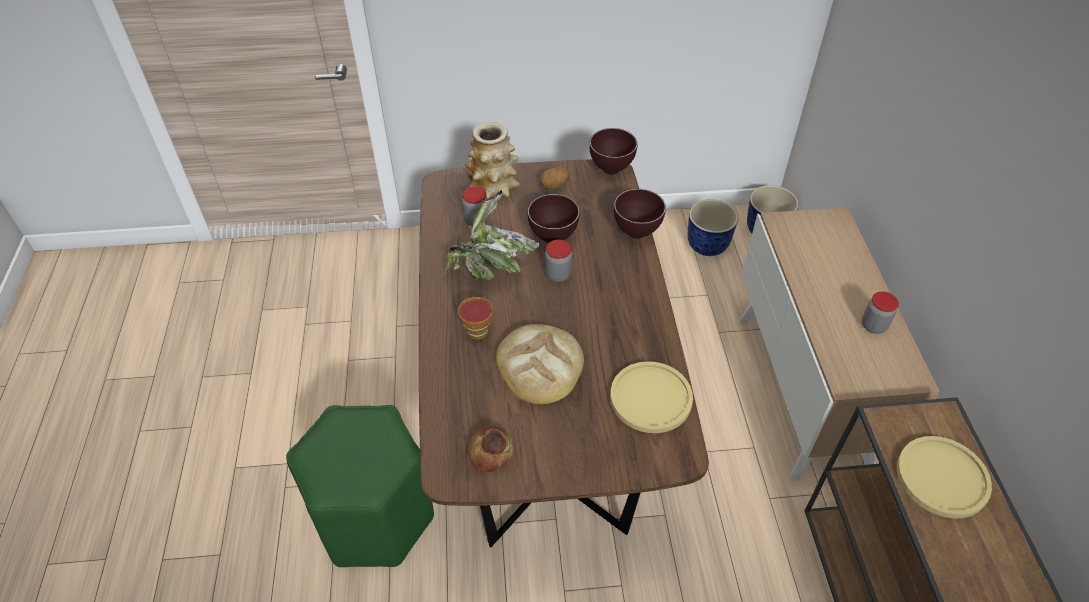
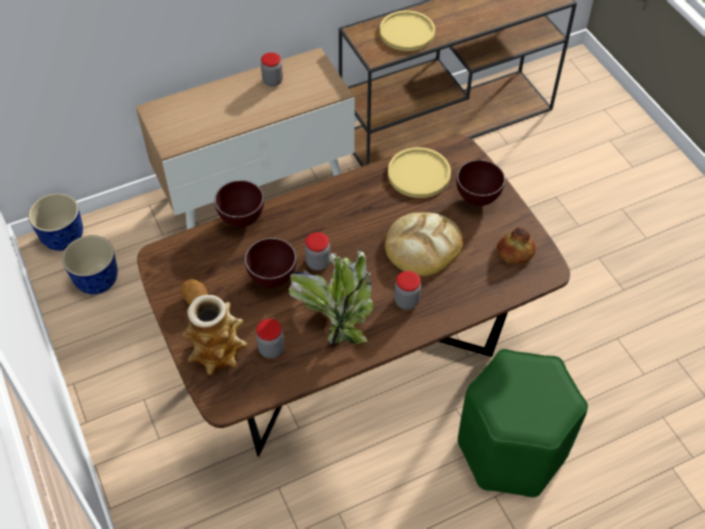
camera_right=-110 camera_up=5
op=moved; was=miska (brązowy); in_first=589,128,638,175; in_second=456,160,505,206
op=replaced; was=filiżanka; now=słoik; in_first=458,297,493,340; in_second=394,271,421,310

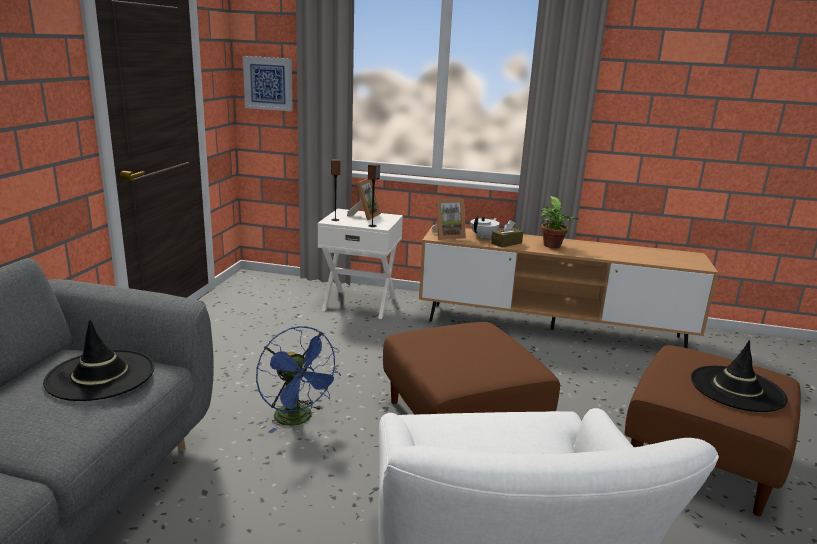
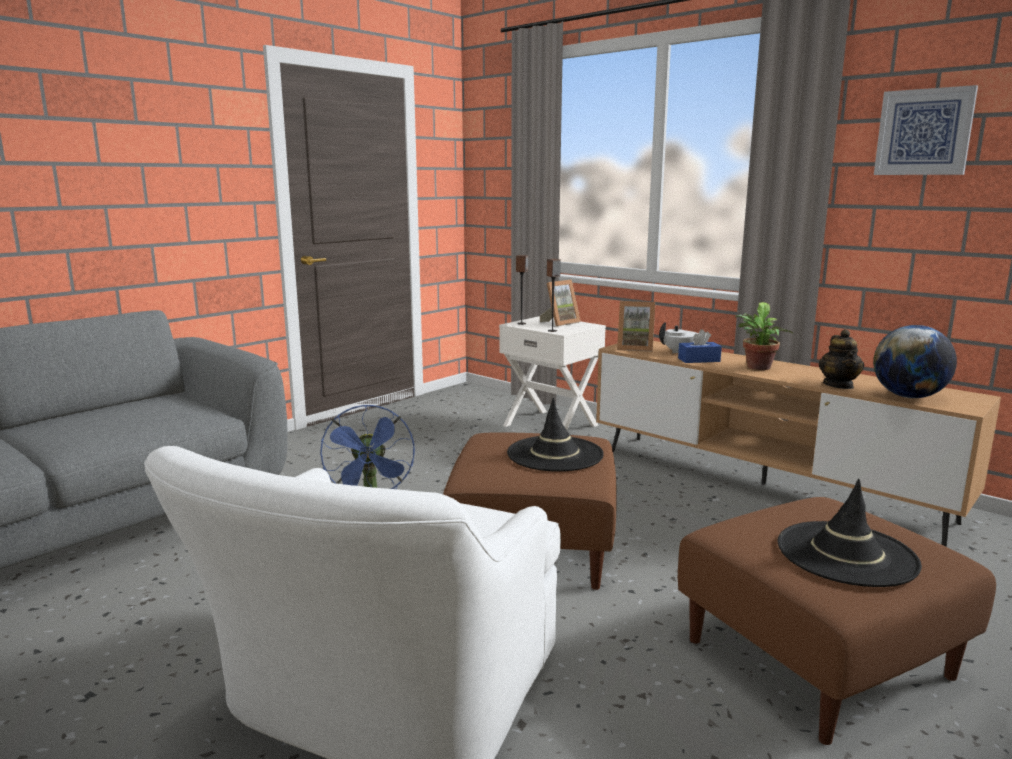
camera_right=30 camera_up=-5
op=added; now=imbryk; in_second=818,329,864,389
op=added; now=globus; in_second=873,325,957,398
op=moved; was=kapelusz (czarny); in_first=43,320,155,401; in_second=507,398,604,472
op=moved; was=obraz; in_first=243,56,293,111; in_second=874,85,978,175
op=recoloured; was=pudełko chusteczek (brązowy); now=pudełko chusteczek (niebieski); in_first=491,220,523,248; in_second=678,329,722,363

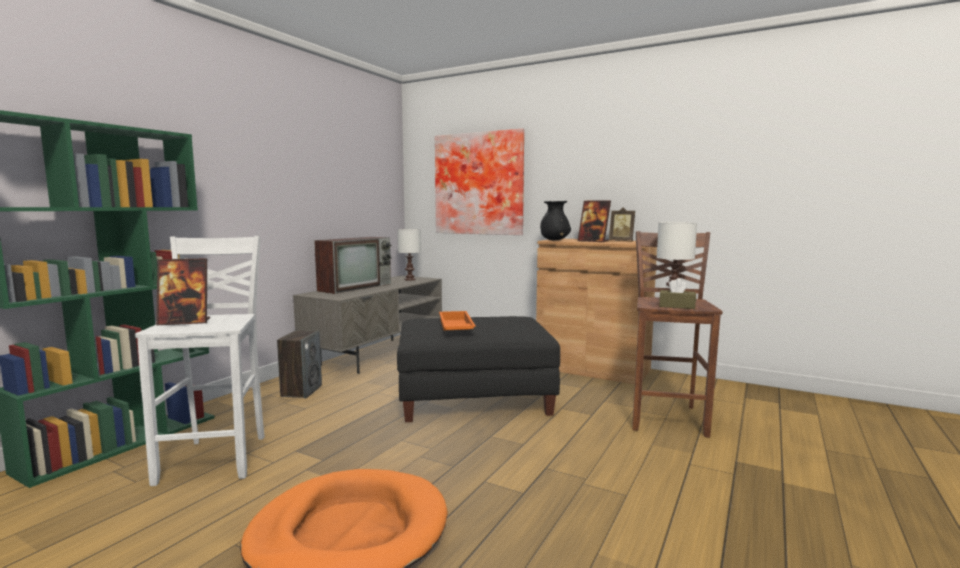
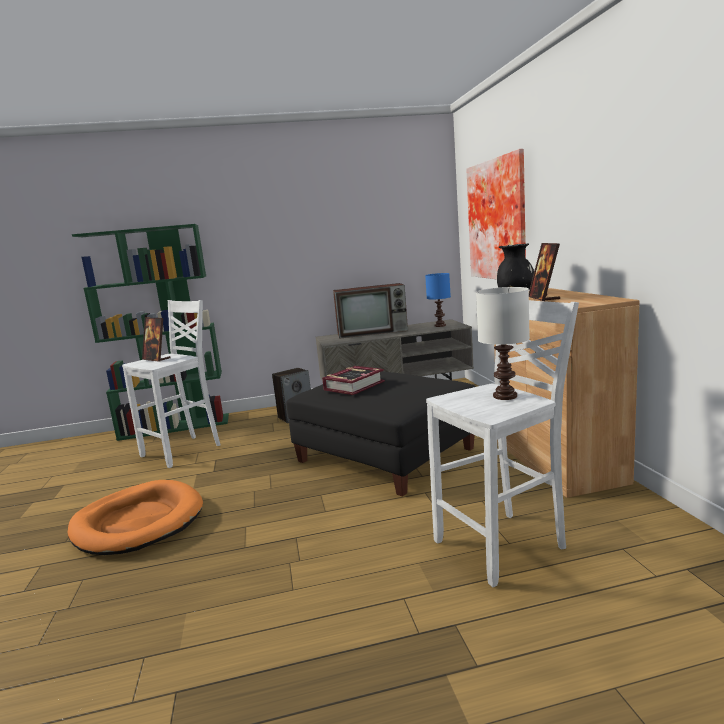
camera_right=50 camera_up=5
op=removed; was=ramka na zdjęcie; in_first=609,207,635,241
op=removed; was=pudełko chusteczek (brązowy); in_first=659,278,696,309
op=replaced; was=taca (pomarańczowy); now=książka; in_first=439,311,476,330; in_second=322,366,385,395
op=recoloured; was=lampa stołowa (biały); now=lampa stołowa (niebieski); in_first=397,229,421,280; in_second=425,273,451,327
op=recoloured; was=stołek (brązowy); now=stołek (biały); in_first=632,231,722,438; in_second=426,300,579,587

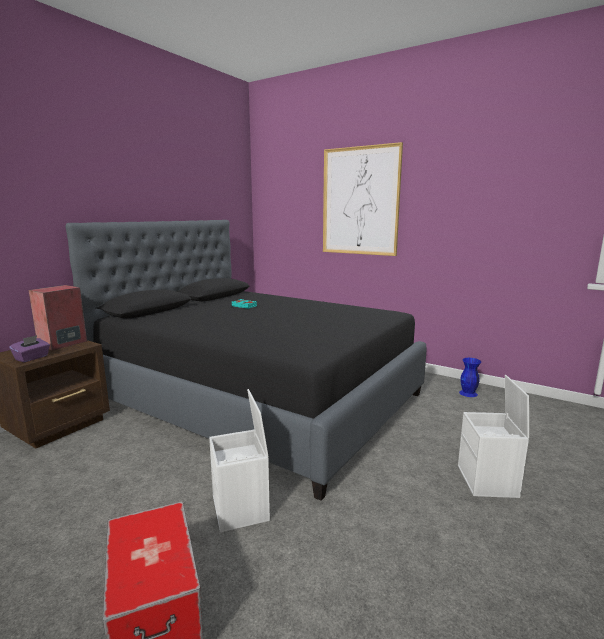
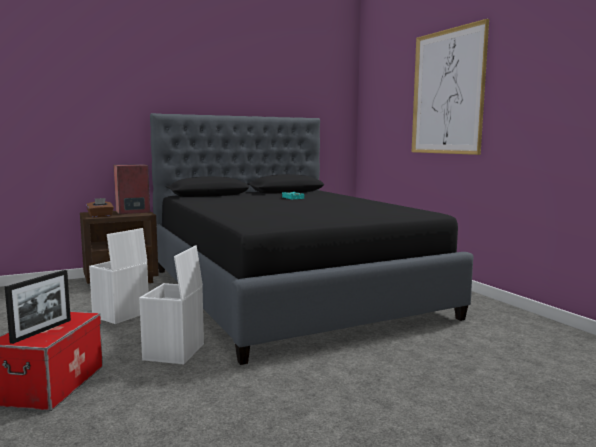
camera_right=30 camera_up=-5
op=removed; was=wazon (niebieski); in_first=459,358,481,397
op=added; now=ramka na zdjęcie; in_second=5,270,71,344
op=moved; was=pojemnik do przechowywania (biały); in_first=458,375,529,498; in_second=89,228,149,324
op=recoloured; was=pudełko chusteczek (fioletowy); now=pudełko chusteczek (brązowy); in_first=9,335,50,362; in_second=86,198,114,217

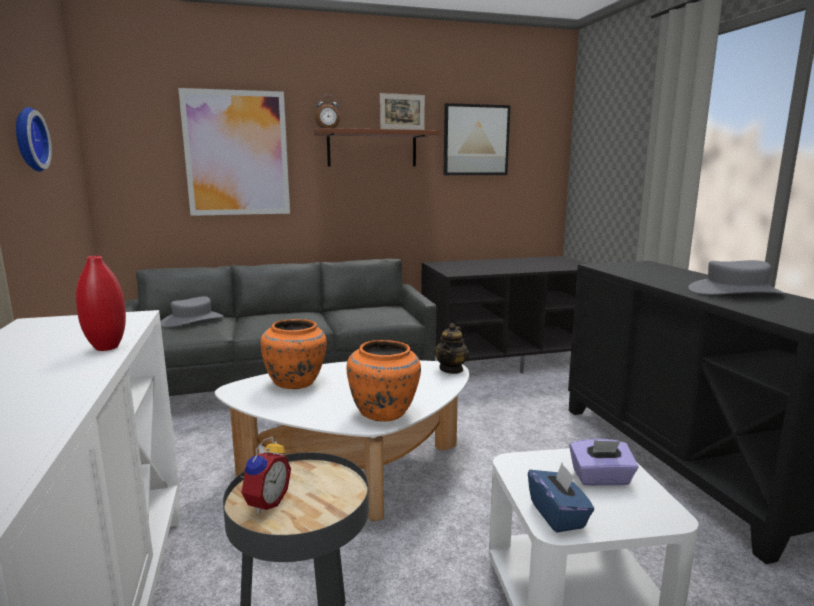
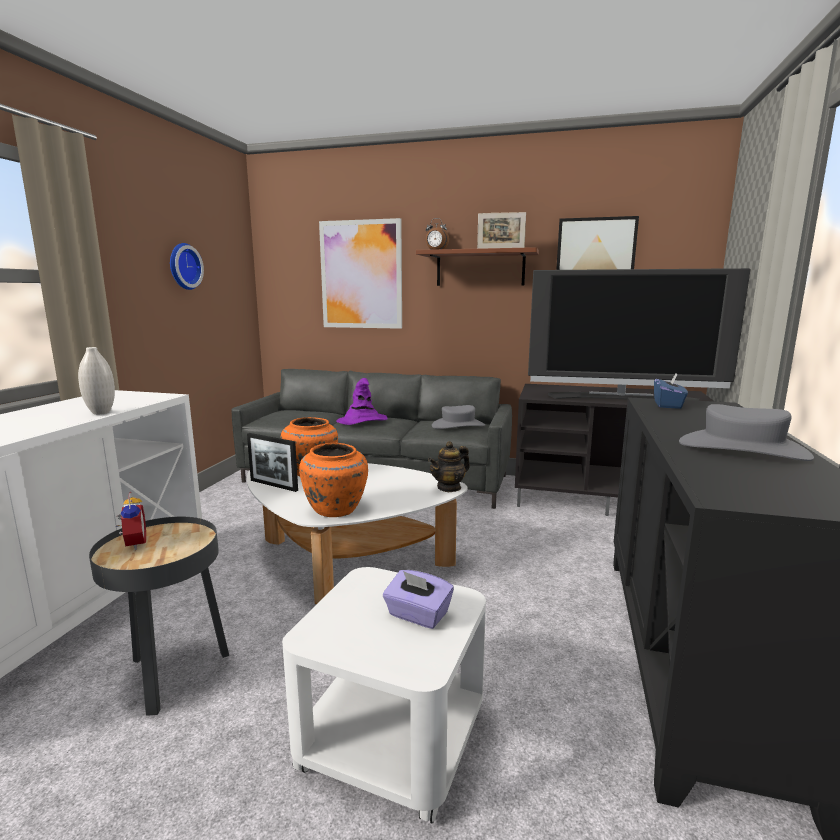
camera_right=30 camera_up=0
op=added; now=ramka na zdjęcie; in_second=247,433,298,492
op=added; now=kapelusz (fioletowy); in_second=336,378,388,425
op=added; now=telewizor; in_second=528,268,751,401
op=moved; was=kapelusz (szary); in_first=161,296,224,327; in_second=432,405,485,429
op=moved; was=pudełko chusteczek (niebieski); in_first=528,463,594,532; in_second=654,373,688,409
op=recoloured; was=wazon (czerwony); now=wazon (biały); in_first=76,256,126,351; in_second=78,347,115,415
op=turned; was=budzik; in_first=240,436,291,514; in_second=116,492,146,550; clockwise=-75

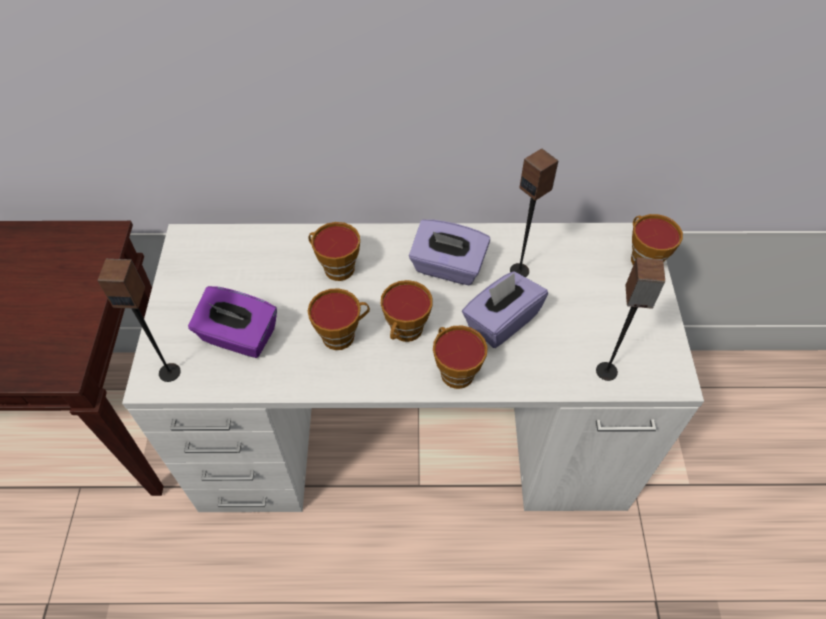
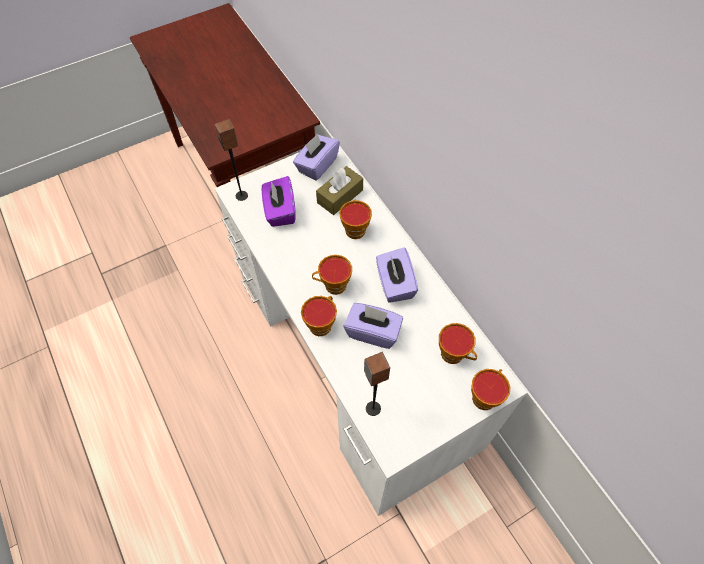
camera_right=60 camera_up=5
op=removed; was=głośnik; in_first=510,149,559,277
op=added; now=pudełko chusteczek (fioletowy); in_second=293,134,340,181
op=added; now=pudełko chusteczek (brązowy); in_second=316,166,363,215
op=moved; was=filiżanka; in_first=308,288,370,350; in_second=439,323,477,364

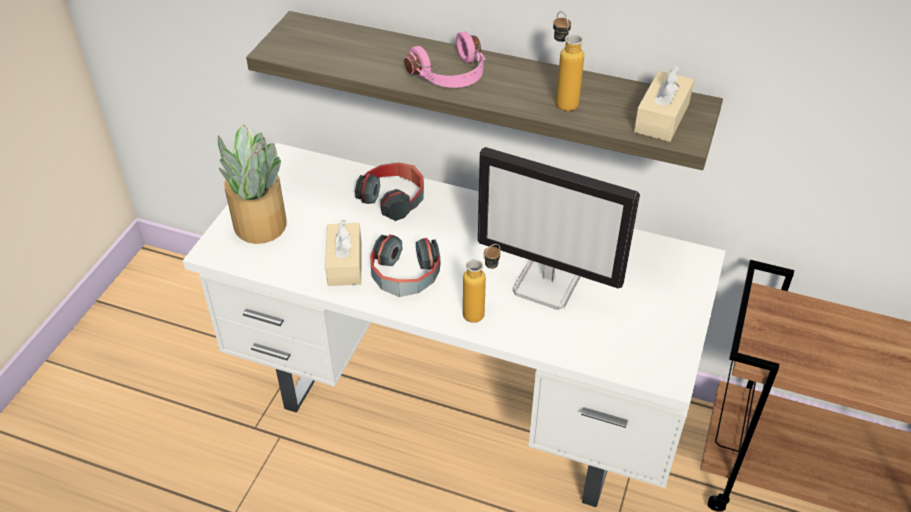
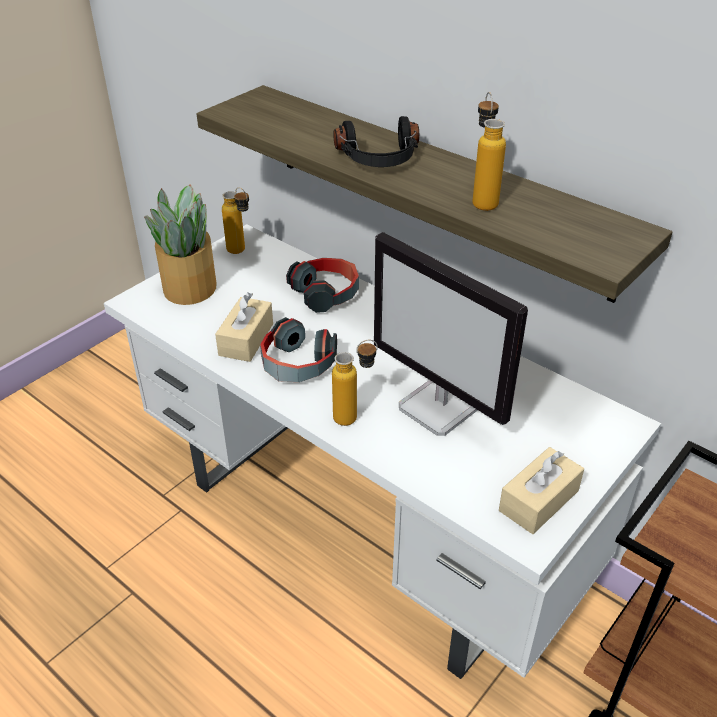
camera_right=20 camera_up=-5
op=added; now=butelka; in_second=222,187,249,254
op=moved; was=pudełko chusteczek (beżowy); in_first=634,65,694,142; in_second=499,447,584,534
op=recoloured; was=słuchawki (różowy); now=słuchawki (czarny); in_first=404,31,486,88; in_second=333,116,419,167

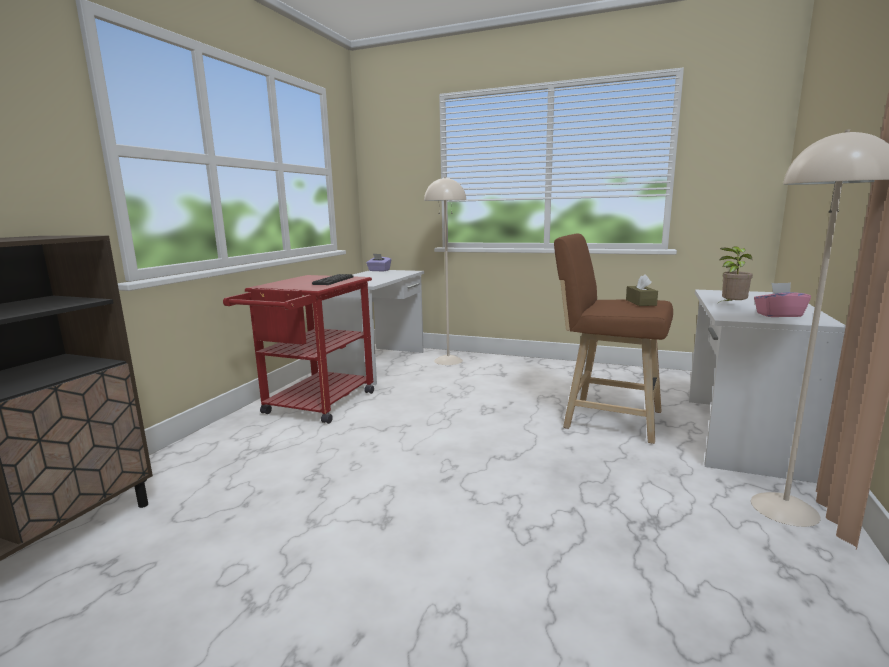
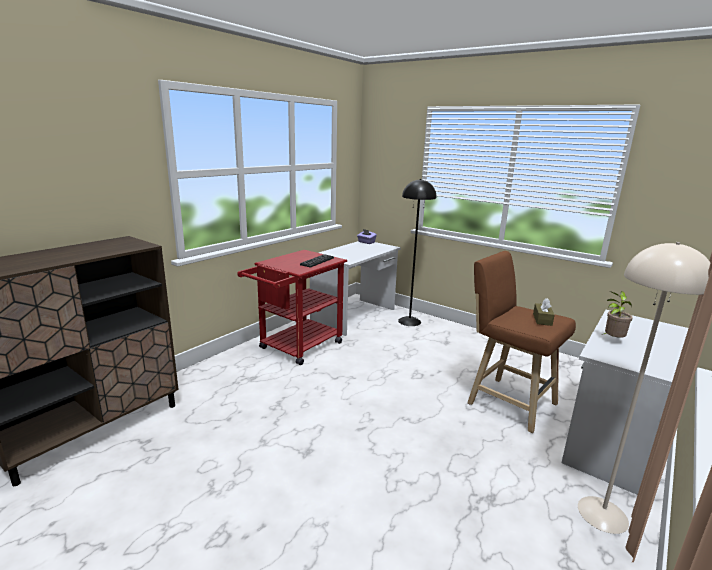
camera_right=15 camera_up=5
op=removed; was=pudełko chusteczek (różowy); in_first=754,283,811,317
op=recoloured; was=lampa stojąca (beżowy); now=lampa stojąca (czarny); in_first=424,177,466,365; in_second=398,179,436,326

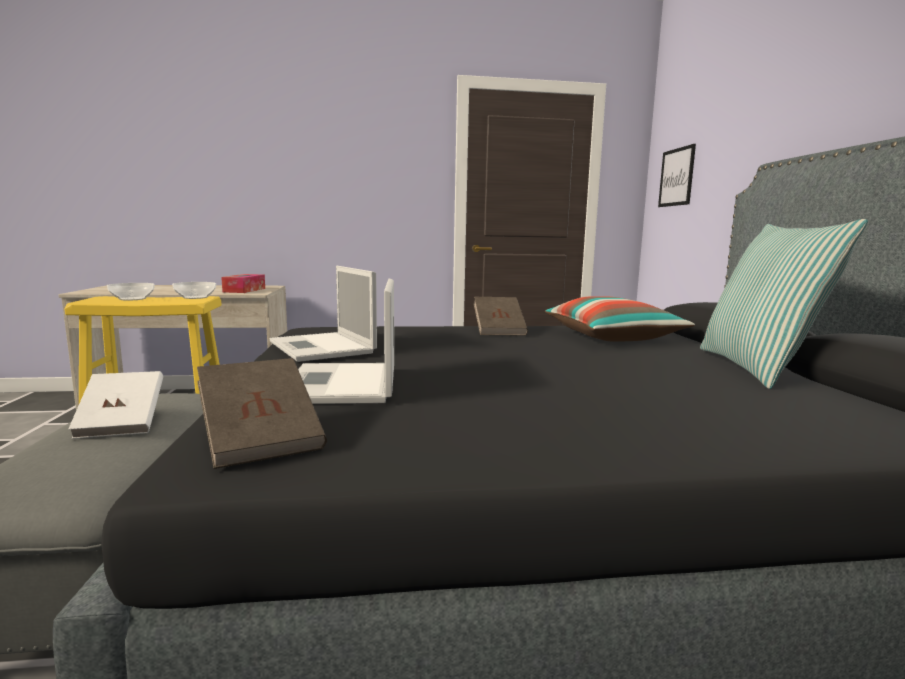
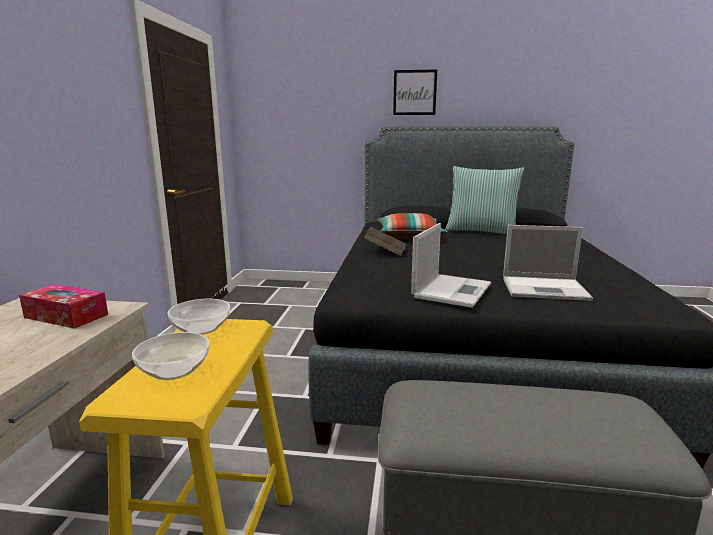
camera_right=-75 camera_up=5
op=removed; was=książka (biały); in_first=68,371,163,439
op=removed; was=książka (brązowy); in_first=197,358,327,469
op=moved; was=obraz; in_first=658,144,696,207; in_second=393,70,437,115
op=turned; was=laptop; in_first=269,266,377,362; in_second=411,223,491,308; clockwise=-45

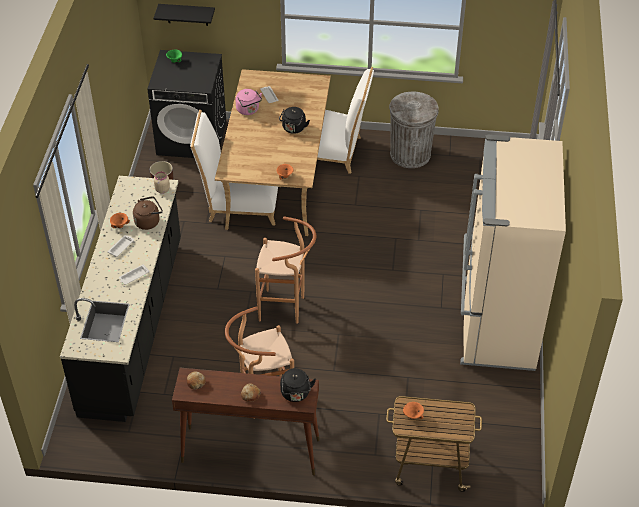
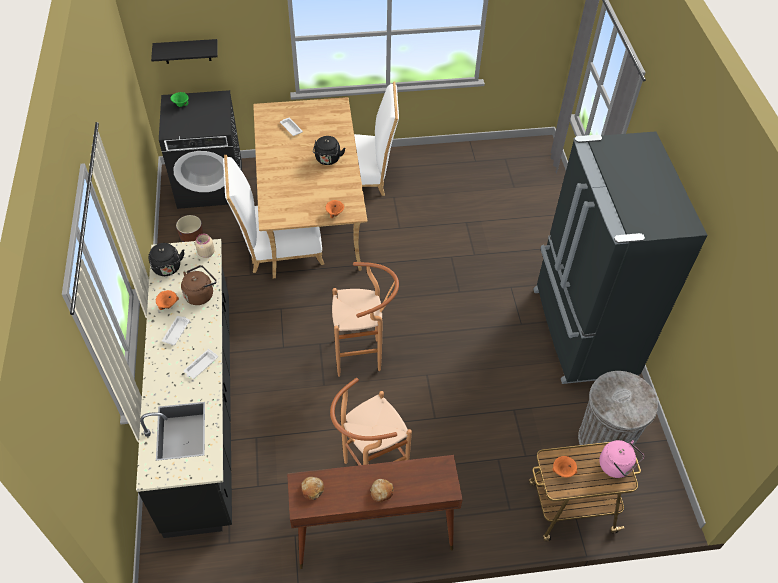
camera_right=-15 camera_up=5
op=moved; was=czajnik (różowy); in_first=235,89,262,115; in_second=599,440,644,478
op=moved; was=czajnik (czarny); in_first=280,368,316,402; in_second=148,243,184,276
op=moved; was=kosz na śmieci (szary); in_first=389,91,439,168; in_second=578,371,658,459
op=recoloured; was=lodówka (beżowy); now=lodówka (czarny); in_first=460,135,566,371; in_second=533,131,707,384

